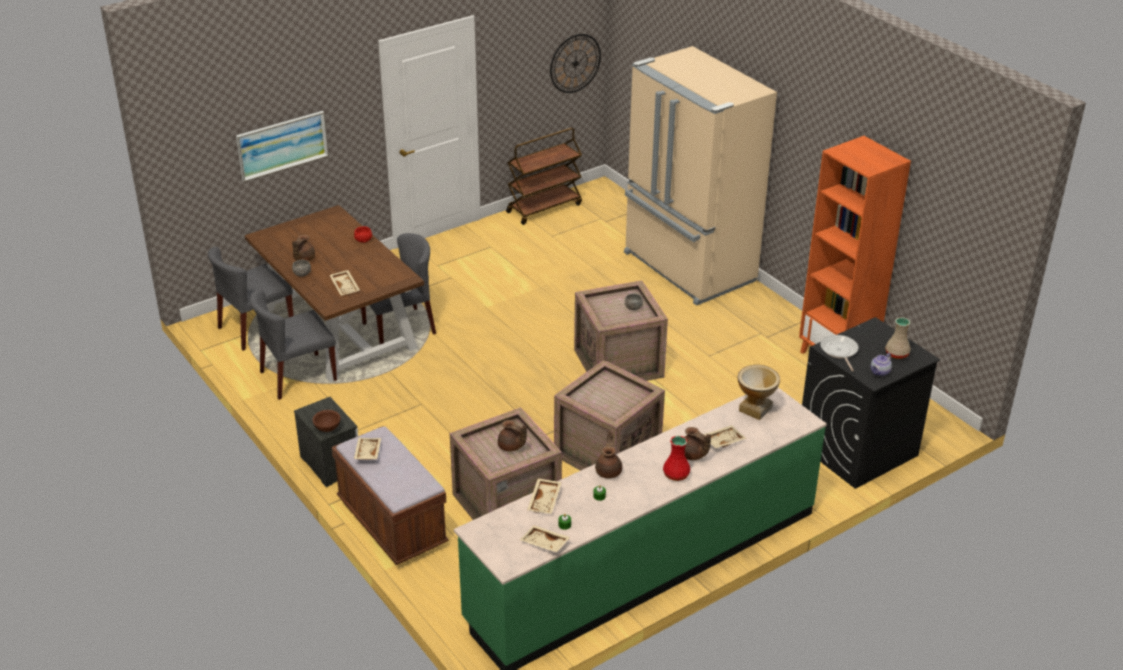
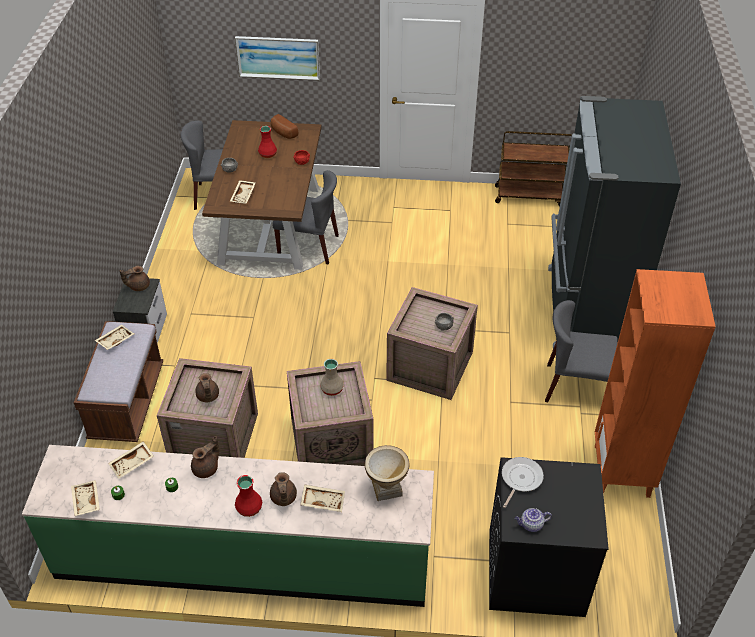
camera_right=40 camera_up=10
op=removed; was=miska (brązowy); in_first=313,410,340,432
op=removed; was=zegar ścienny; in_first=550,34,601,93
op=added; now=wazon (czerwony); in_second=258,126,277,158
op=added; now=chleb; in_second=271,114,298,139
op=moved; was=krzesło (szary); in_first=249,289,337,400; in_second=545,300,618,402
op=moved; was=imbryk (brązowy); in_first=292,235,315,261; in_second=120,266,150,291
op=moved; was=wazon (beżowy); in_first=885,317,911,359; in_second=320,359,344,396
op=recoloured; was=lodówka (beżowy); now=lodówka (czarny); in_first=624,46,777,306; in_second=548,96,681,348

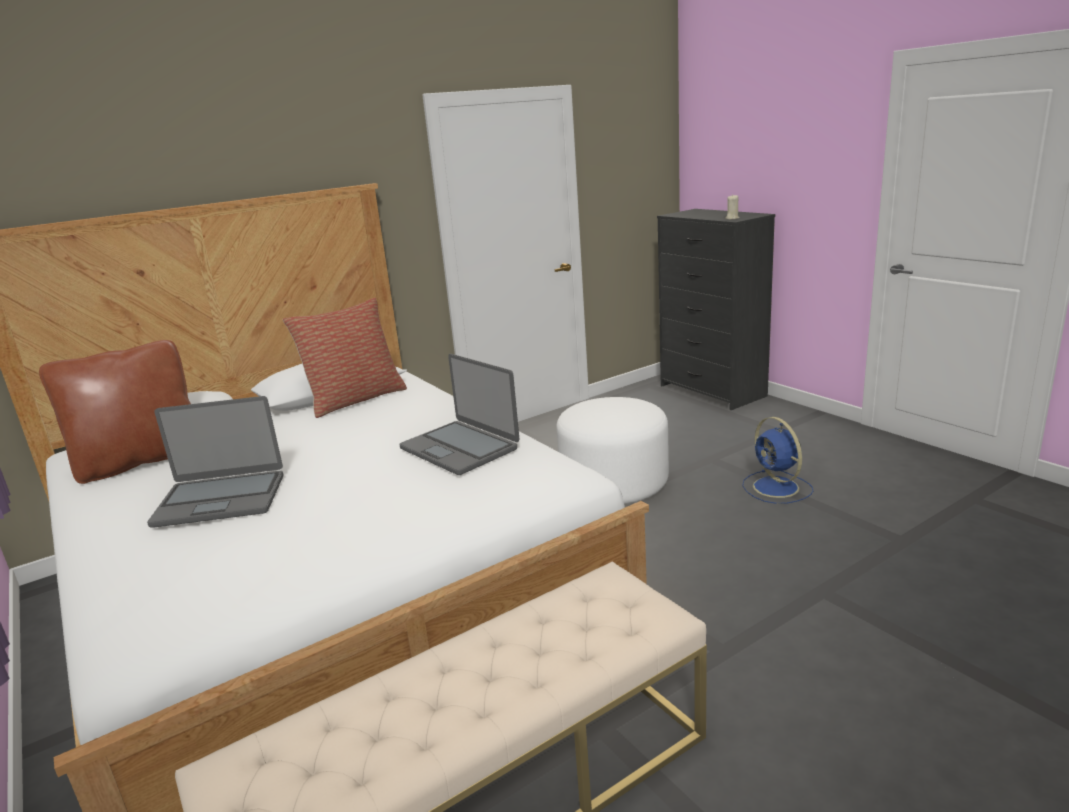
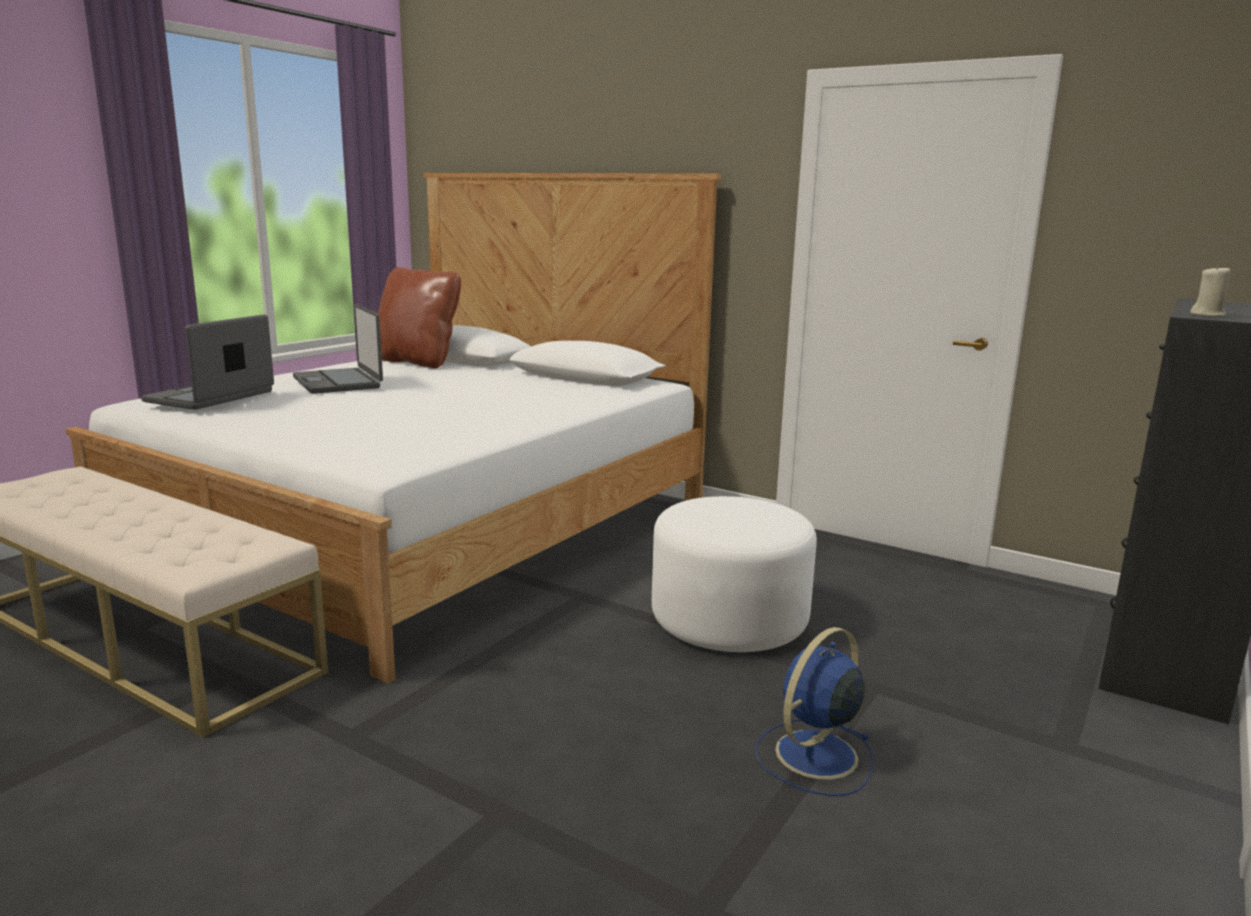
camera_right=65 camera_up=-5
op=removed; was=poduszka; in_first=283,298,407,418
op=moved; was=laptop; in_first=399,354,519,475; in_second=141,314,274,410

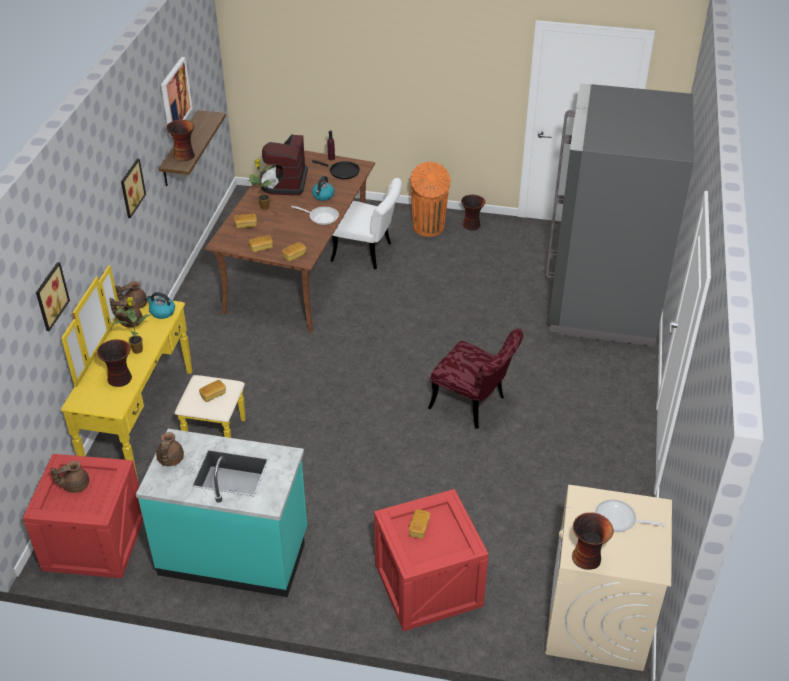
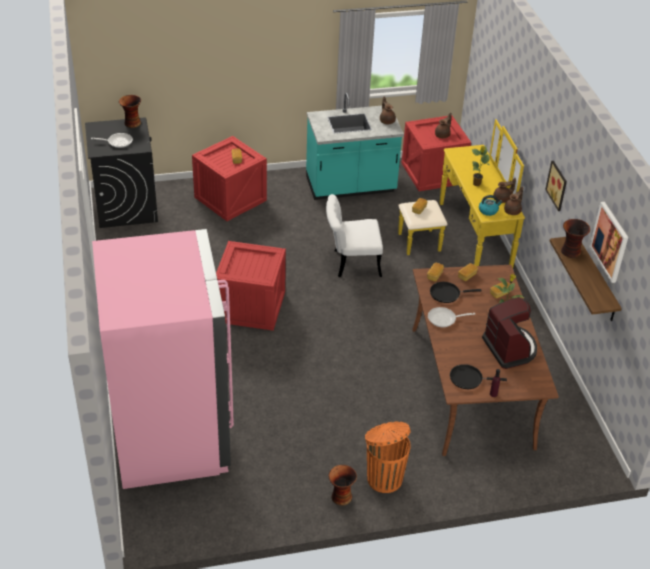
camera_right=155 camera_up=0
op=removed; was=obraz; in_first=36,262,70,331
op=removed; was=wazon; in_first=97,339,132,387
op=removed; was=czajnik; in_first=312,176,334,201
op=added; now=patelnia (czarny); in_second=430,282,482,303
op=moved; was=krzesło (biały); in_first=331,178,402,269; in_second=326,194,383,277
op=replaced; was=krzesło (czerwony); now=skrzynka; in_first=428,329,523,429; in_second=216,241,286,331
op=recoloured; was=pralka (beżowy); now=pralka (czarny); in_first=545,485,672,671; in_second=85,117,158,228
op=recoloured; was=lodówka (szary); now=lodówka (różowy); in_first=546,83,694,347; in_second=92,229,234,489

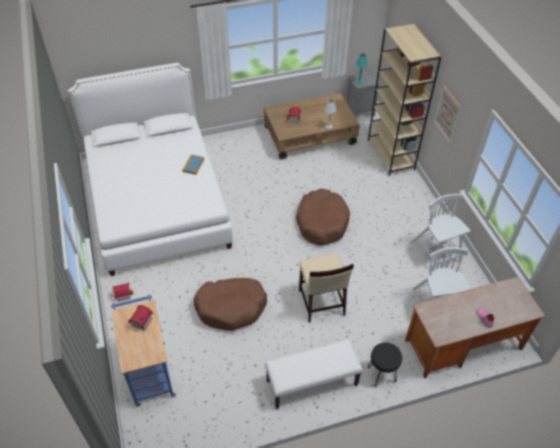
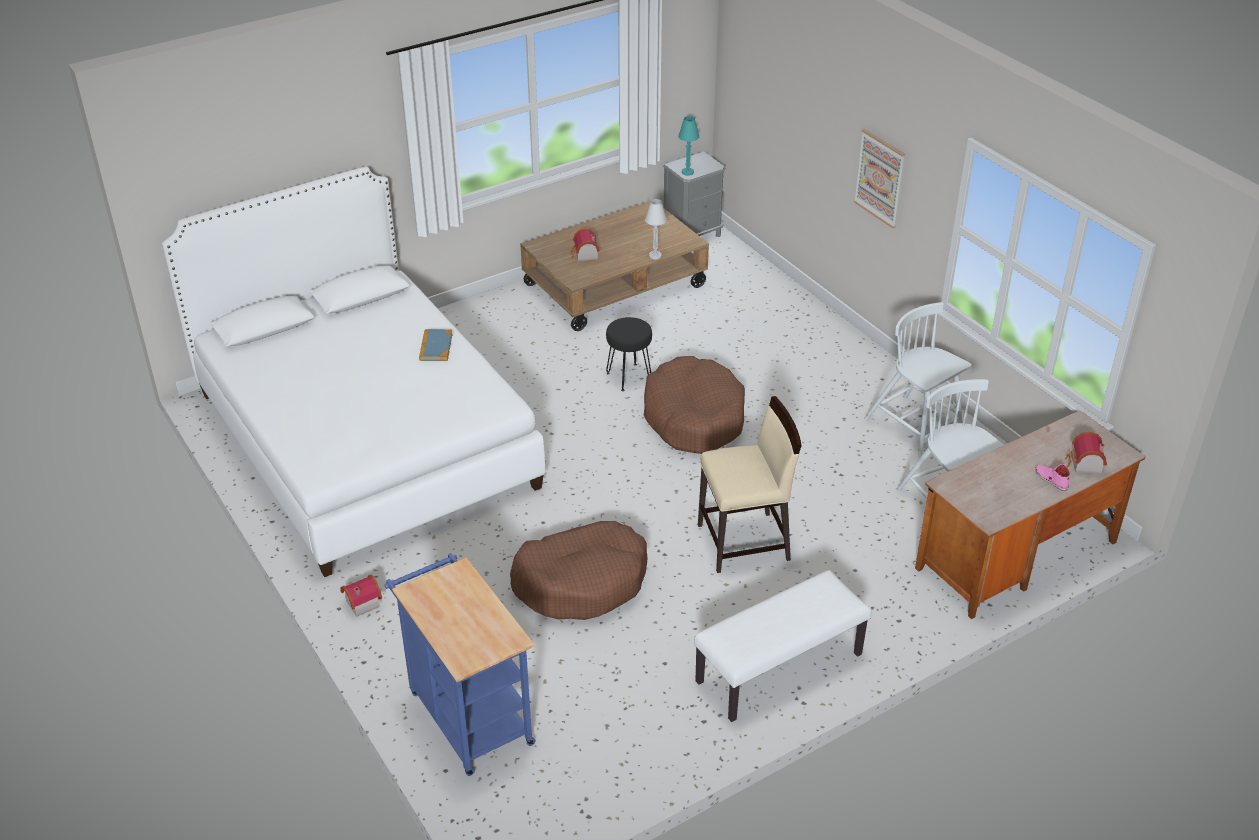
camera_right=-15 camera_up=-10
op=removed; was=regał (beżowy); in_first=368,24,441,176
op=moved; was=domek; in_first=128,305,153,331; in_second=1065,432,1107,474
op=moved; was=stołek (czarny); in_first=368,342,402,387; in_second=606,317,652,391
op=turned; was=krzesło (beżowy); in_first=299,254,354,323; in_second=698,396,802,573; clockwise=-75

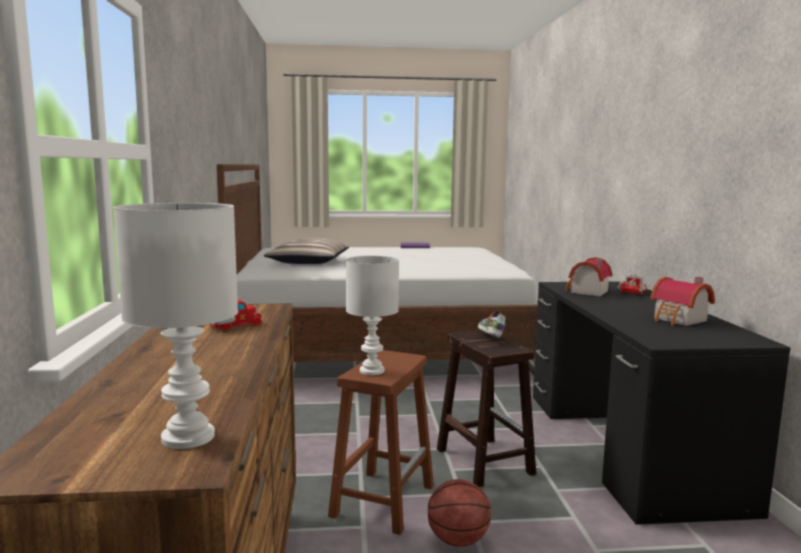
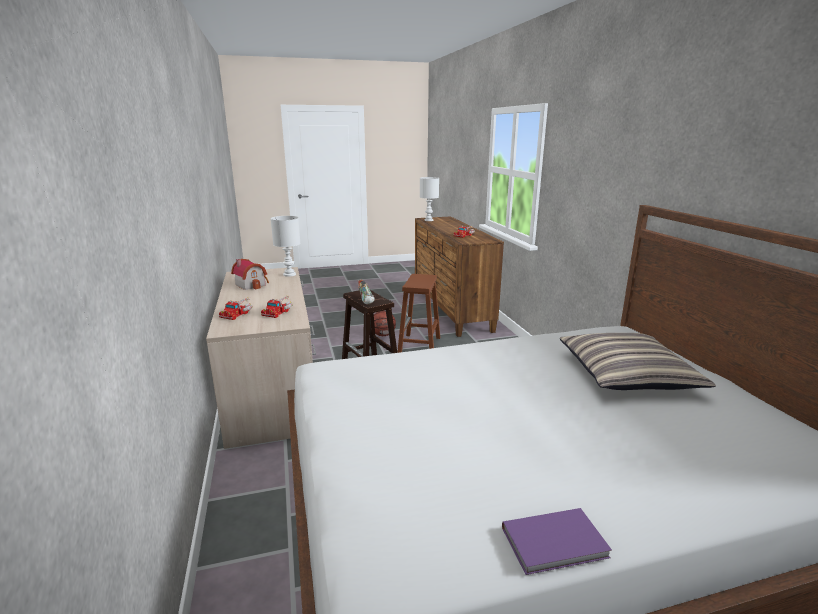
camera_right=170 camera_up=10
op=moved; was=lampa stołowa (biały); in_first=346,256,399,375; in_second=271,216,300,277
op=replaced; was=domek; now=ciężarówka zabawkowa; in_first=565,257,613,296; in_second=261,297,293,318
op=recoloured; was=biurko (czarny); now=biurko (beżowy); in_first=533,281,790,525; in_second=206,267,316,449

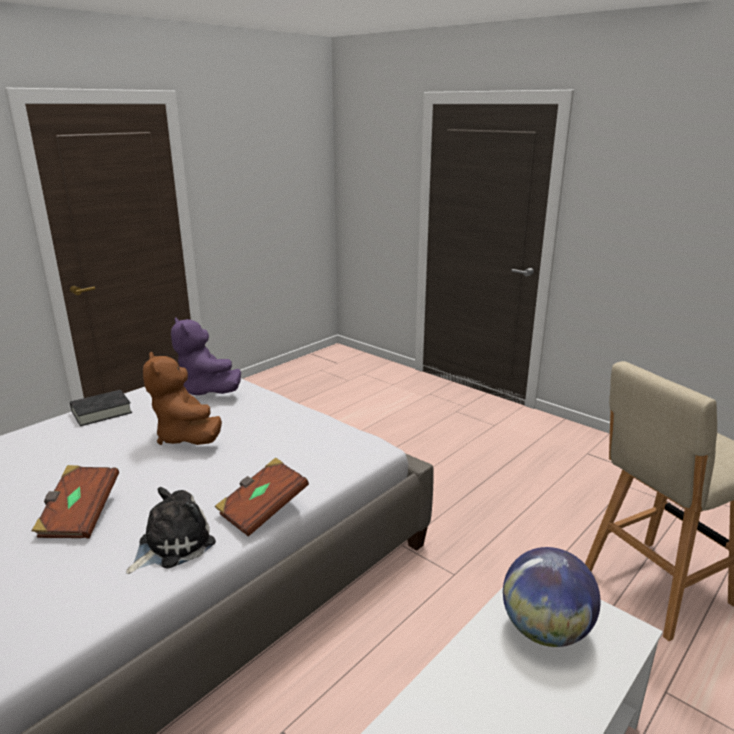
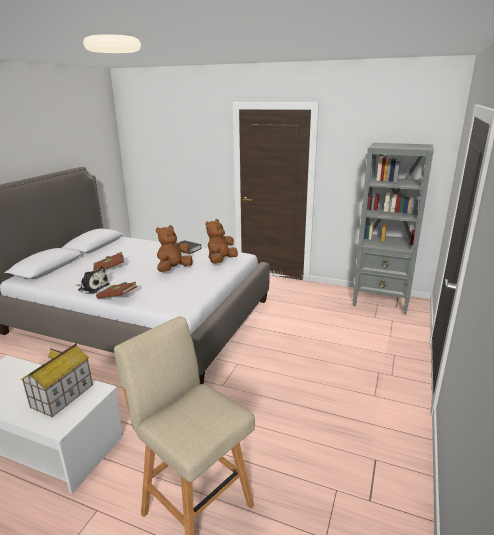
camera_right=70 camera_up=0
op=added; now=regał (szary); in_second=353,143,434,315
op=replaced; was=globus; now=domek; in_first=503,547,601,647; in_second=21,344,93,417
op=recoloured; was=pluszak (fioletowy); now=pluszak (brązowy); in_first=171,317,241,395; in_second=206,219,238,264

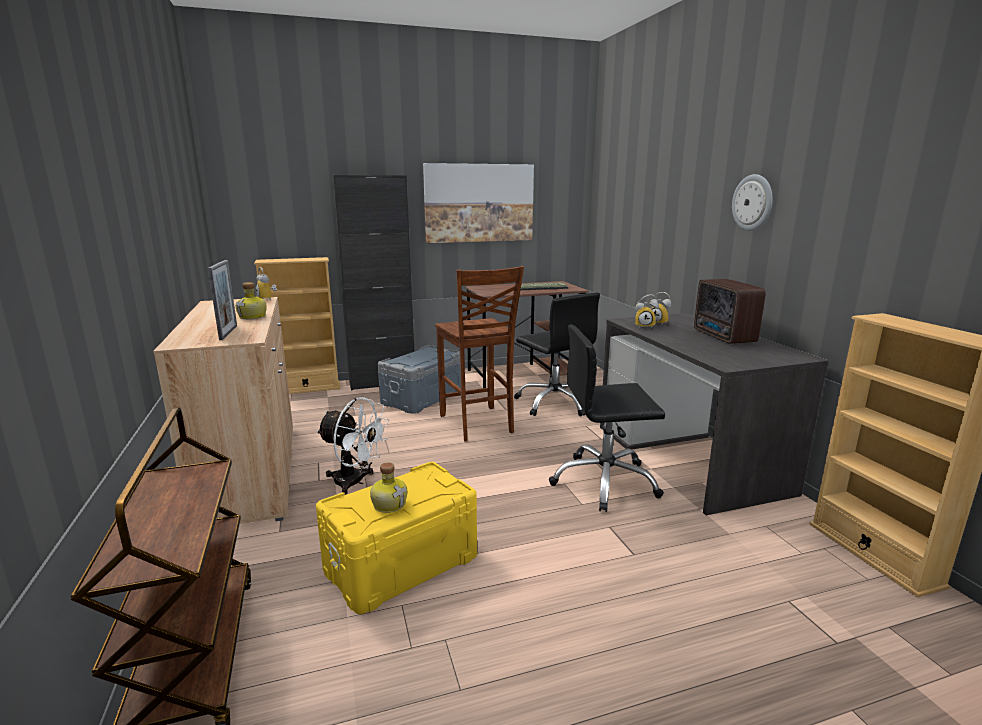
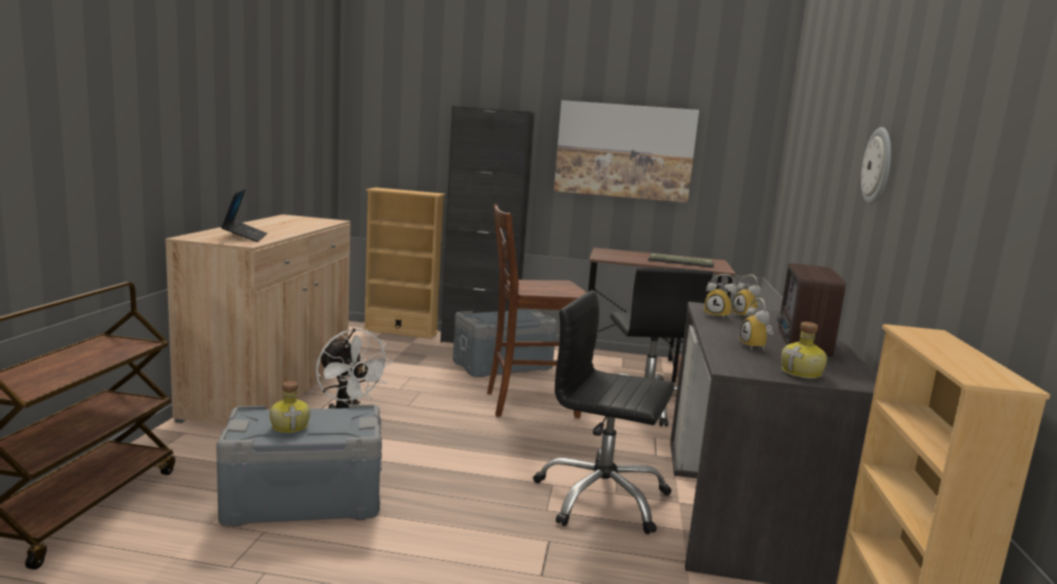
camera_right=25 camera_up=-5
op=moved; was=butelka; in_first=235,282,267,319; in_second=781,322,827,379
op=moved; was=budzik; in_first=256,267,277,301; in_second=740,298,773,352
op=replaced; was=ramka na zdjęcie; now=laptop; in_first=208,260,237,340; in_second=221,188,267,242
op=recoloured; was=pojemnik do przechowywania (żółty); now=pojemnik do przechowywania (szary); in_first=316,462,477,614; in_second=216,404,382,527
op=turned; was=krzesło (brązowy); in_first=435,266,524,442; in_second=487,204,586,418; clockwise=75

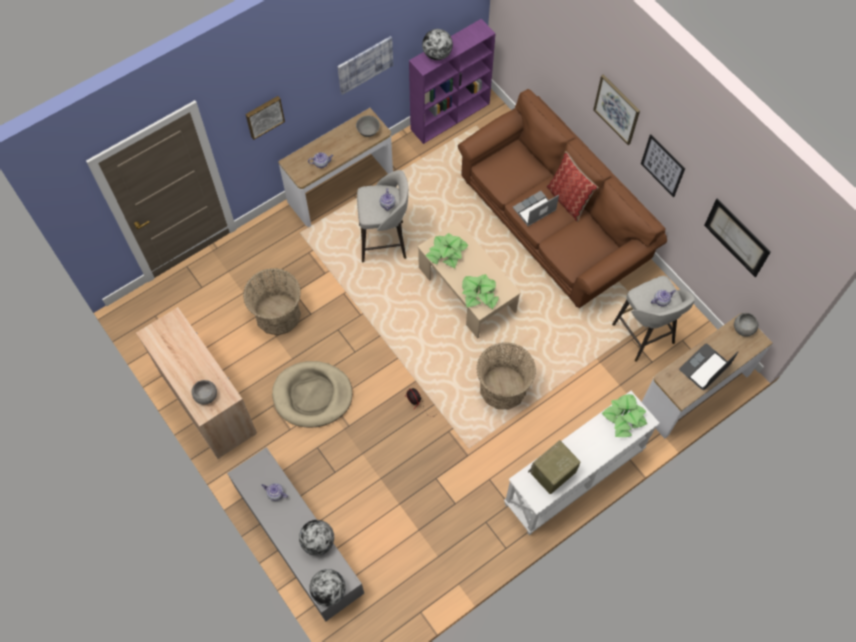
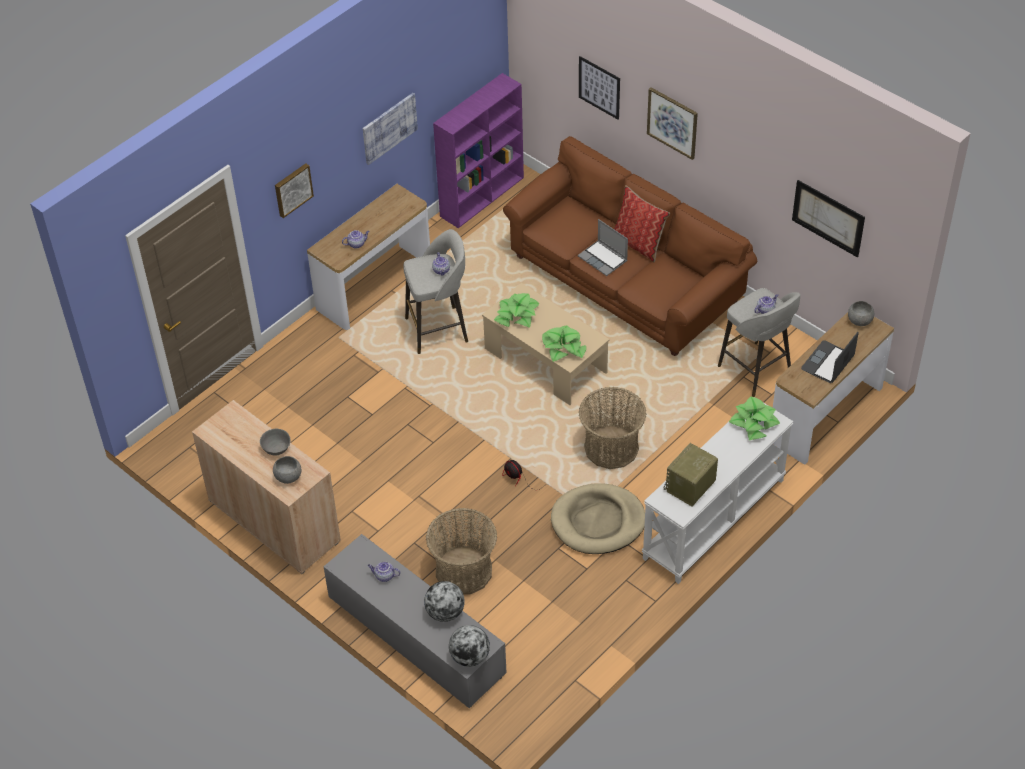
camera_right=-10 camera_up=-15
op=removed; was=globus; in_first=422,29,453,60
op=moved; was=koszyk; in_first=243,268,301,335; in_second=426,508,497,594
op=moved; was=legowisko (beżowy); in_first=272,361,352,428; in_second=551,483,645,554
op=moved; was=miska (szary); in_first=356,115,380,137; in_second=260,429,291,456
op=moved; was=obraz; in_first=641,134,685,197; in_second=579,56,620,120
op=turned; was=laptop; in_first=512,191,559,226; in_second=578,219,628,276; clockwise=-90

